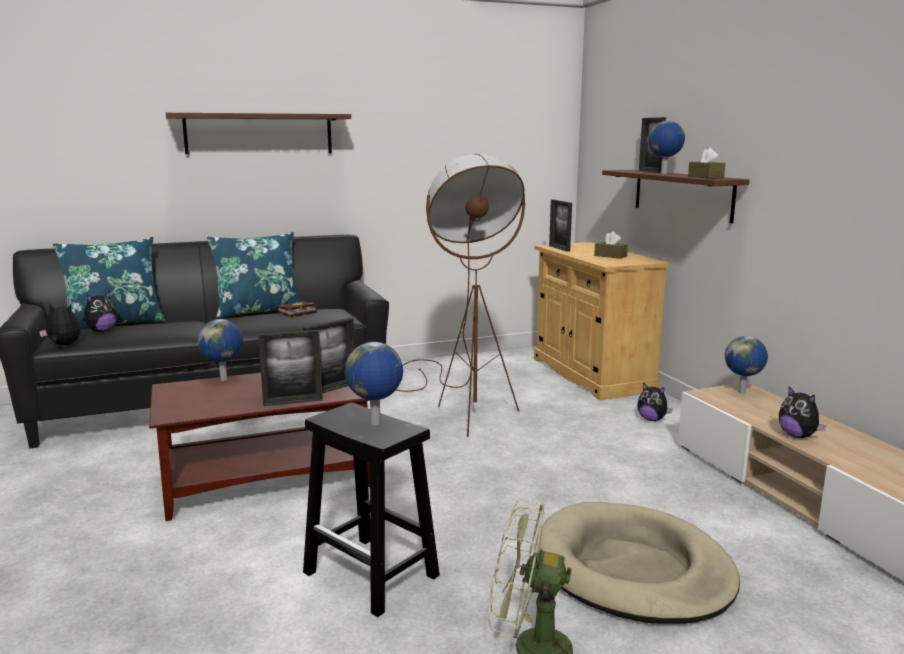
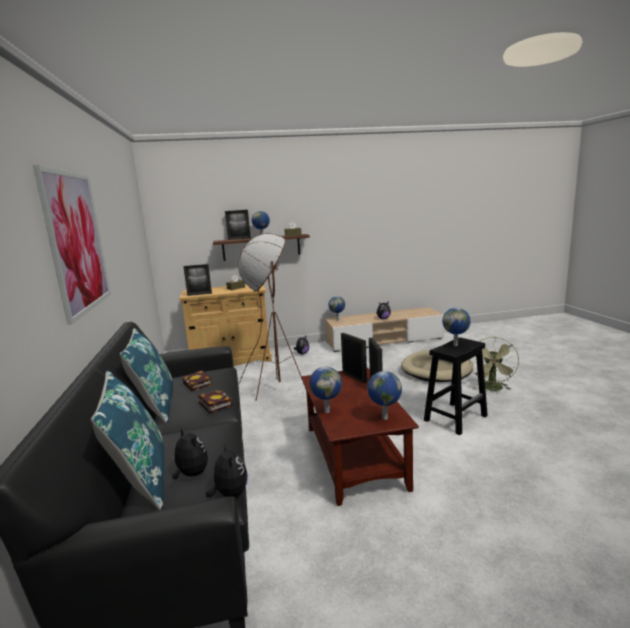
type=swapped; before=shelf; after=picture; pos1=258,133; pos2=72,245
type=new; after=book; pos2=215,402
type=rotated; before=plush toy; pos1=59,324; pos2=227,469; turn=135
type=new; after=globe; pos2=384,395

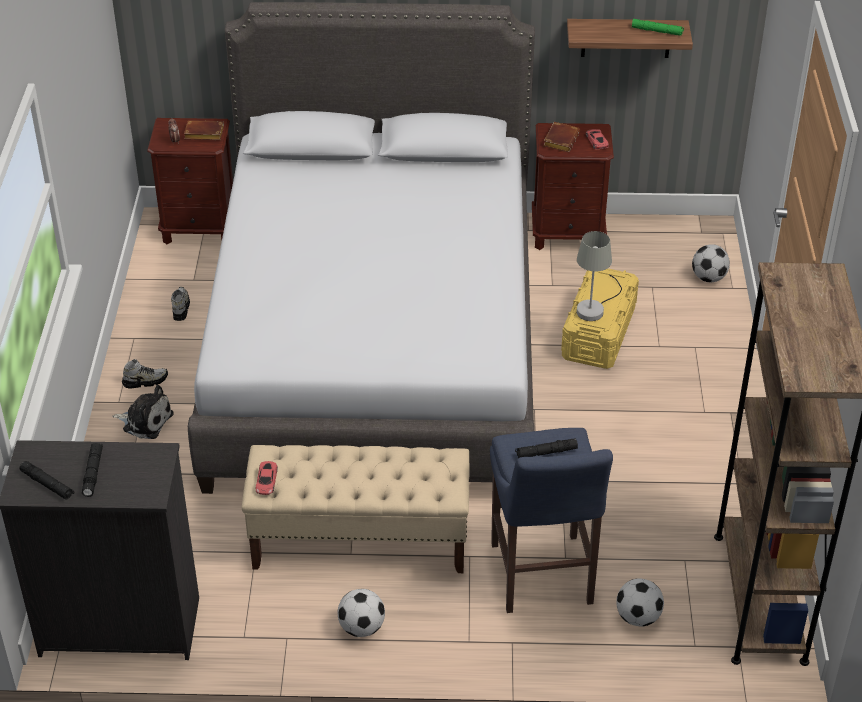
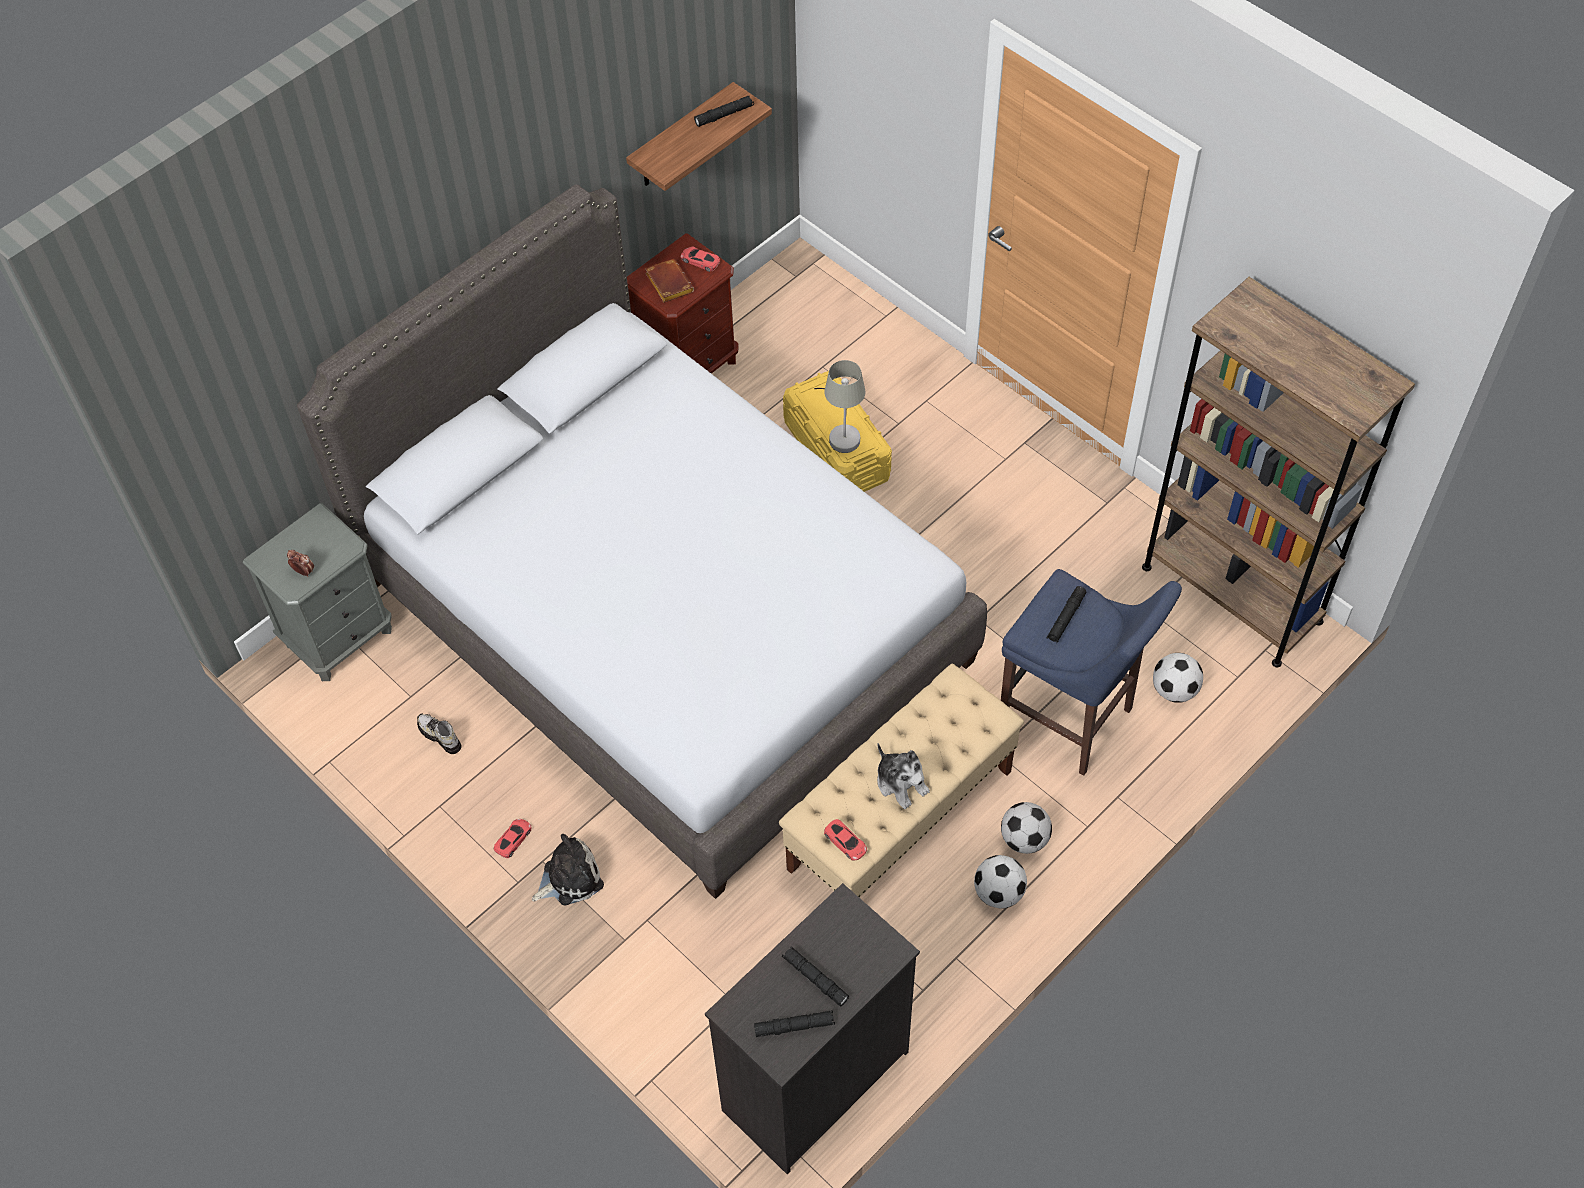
type=repainted; before=brown nightstand; after=grey nightstand; pos1=190,181; pos2=317,592
type=swapped; before=shoe; after=red toy car; pos1=145,373; pos2=513,838
type=repainted; before=green flashlight; after=black flashlight; pos1=658,27; pos2=724,111
type=new; after=plush toy; pos2=903,776
type=shifted; before=football; pos1=711,263; pos2=1026,828
type=gone; before=brown book; pos1=204,130

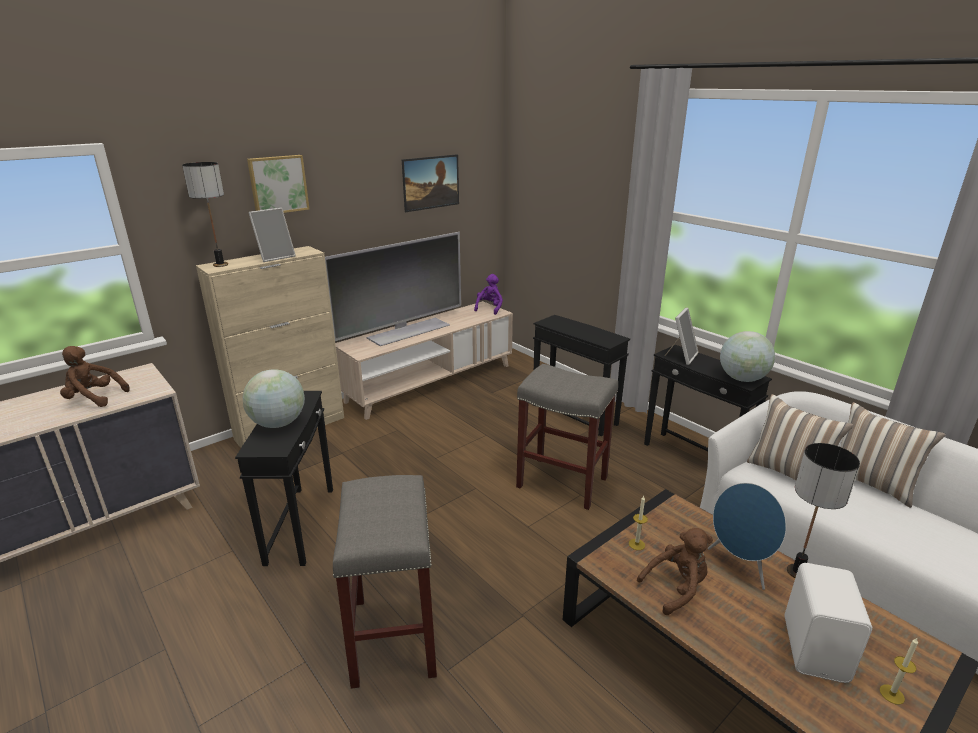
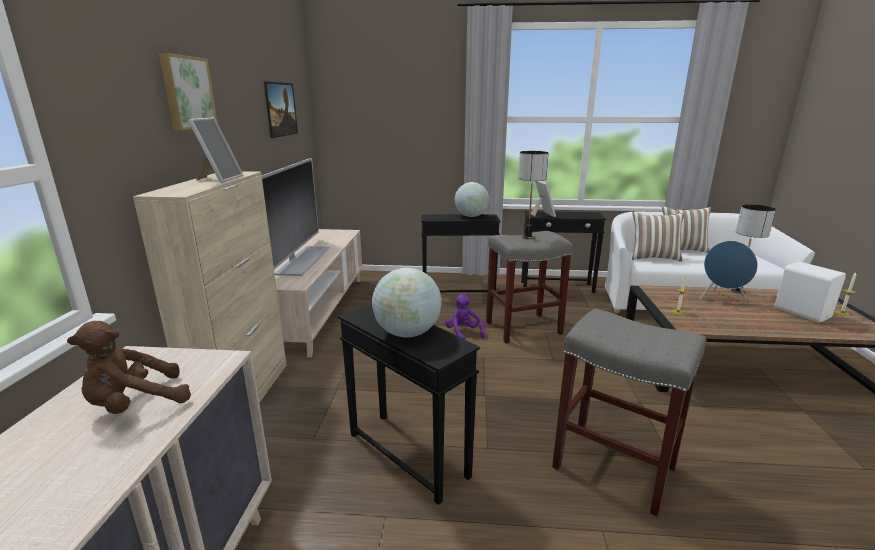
type=shifted; before=purple plush toy; pos1=488,294; pos2=465,316
type=shifted; before=globe; pos1=747,356; pos2=472,199
type=shifted; before=table lamp; pos1=205,214; pos2=533,195
type=gone; before=brown plush toy; pos1=675,571

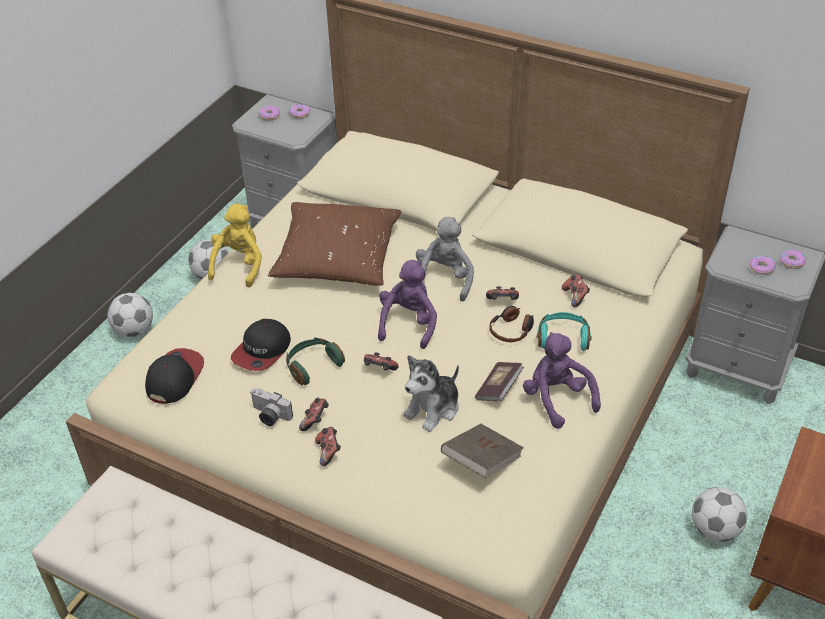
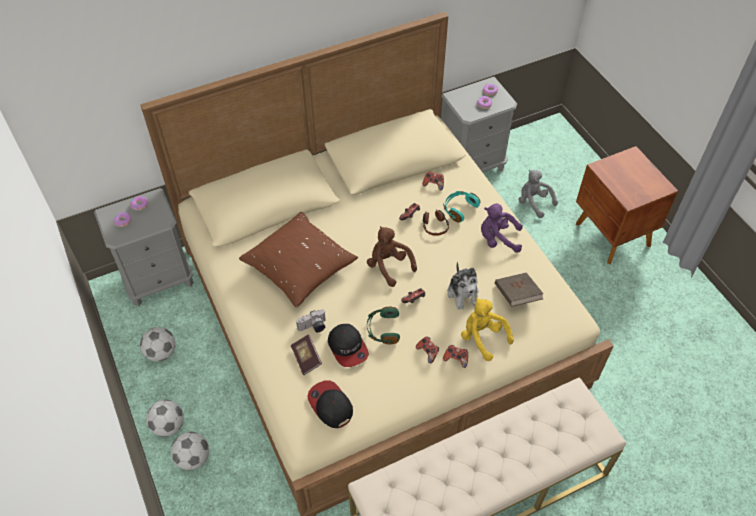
type=shifted; before=football; pos1=719,514; pos2=190,451
type=shifted; before=book; pos1=499,381; pos2=306,355
type=shifted; before=photo camera; pos1=272,407; pos2=311,320
type=repainted; before=purple plush toy; after=brown plush toy; pos1=407,304; pos2=392,256
type=shifted; before=yellow plush toy; pos1=235,245; pos2=487,329
type=shifted; before=grey plush toy; pos1=445,259; pos2=538,194

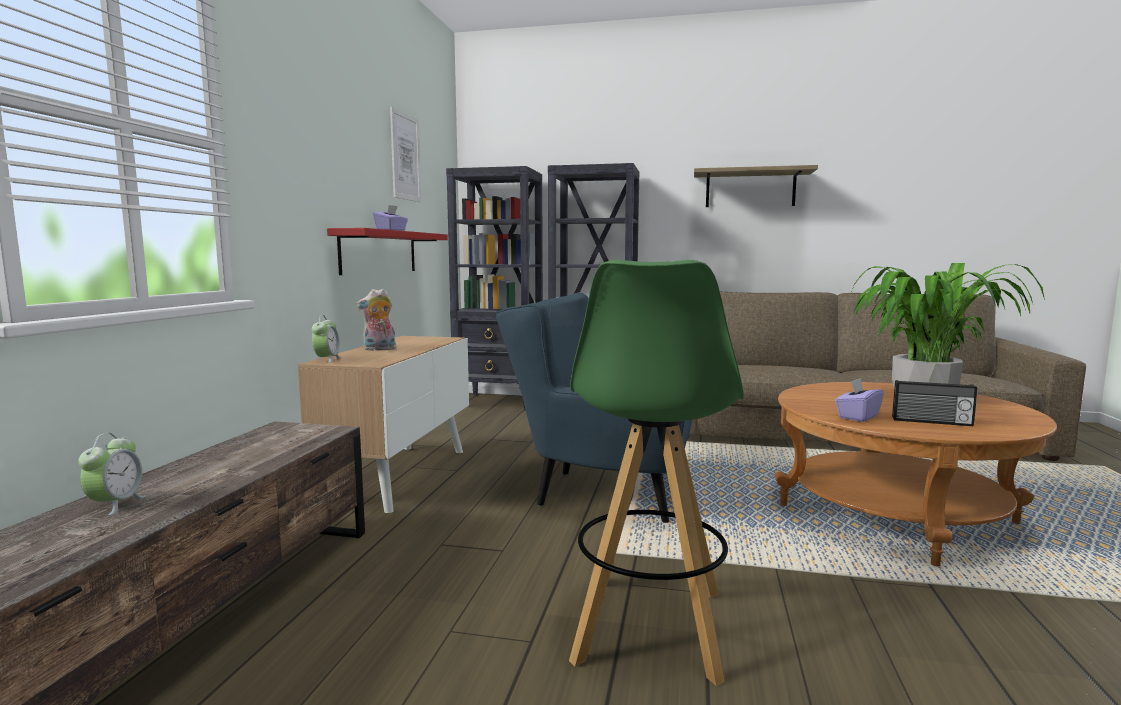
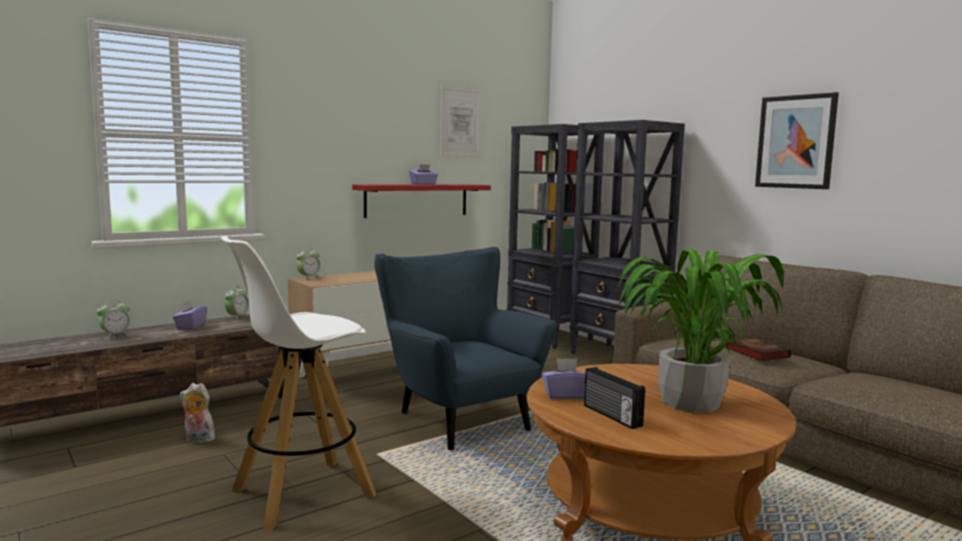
type=new; after=purple tissue box; pos2=190,314
type=shifted; before=plush toy; pos1=376,320; pos2=197,413
type=repainted; before=green stool; after=white stool; pos1=656,473; pos2=298,383
type=new; after=alarm clock; pos2=237,304
type=new; after=book; pos2=757,349
type=swapped; before=shelf; after=picture; pos1=756,186; pos2=797,140

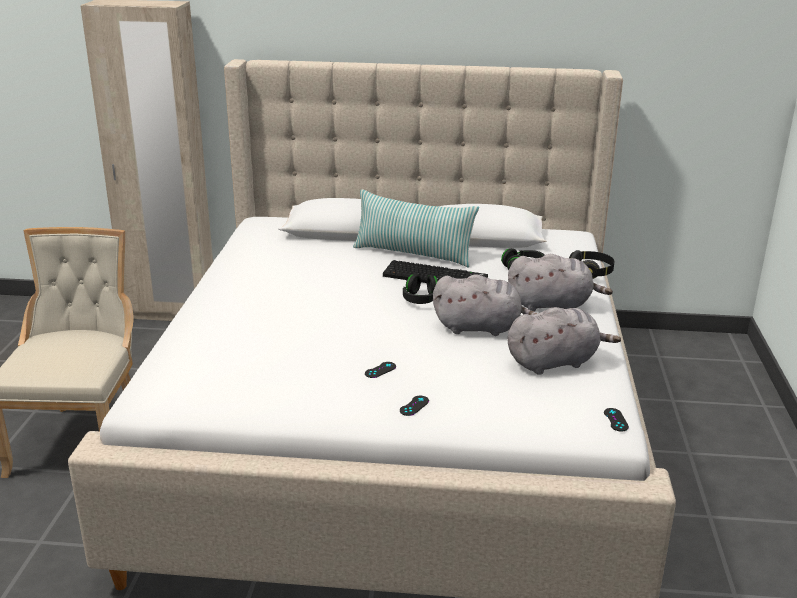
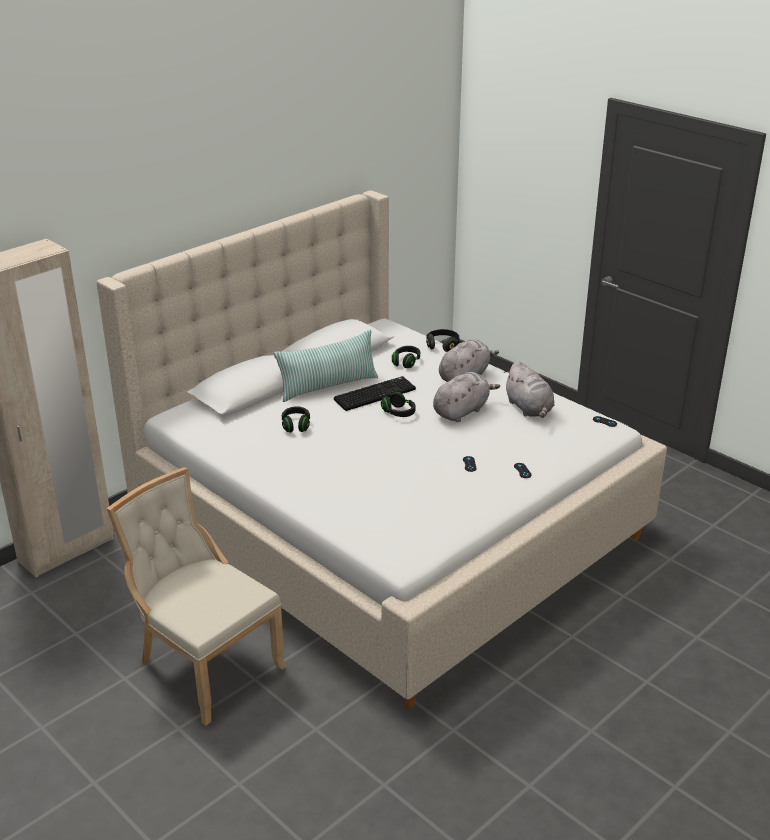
type=new; after=black headphones; pos2=296,419
type=rotated; before=grey plush toy; pos1=564,341; pos2=529,389; turn=135

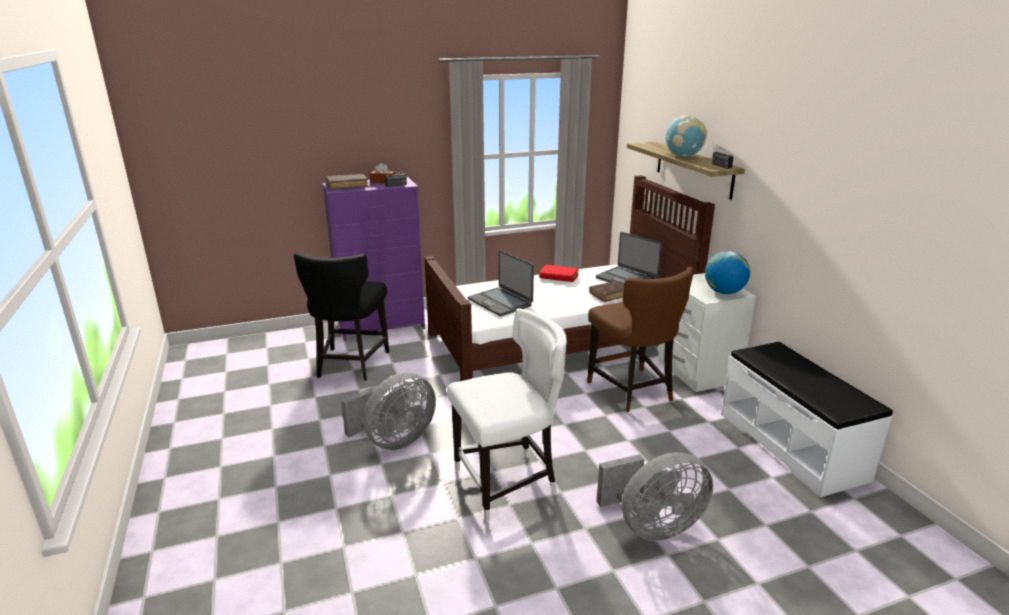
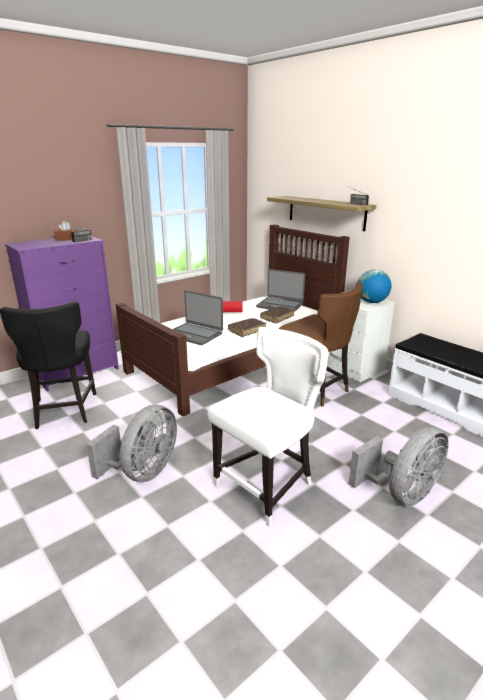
type=shifted; before=brown book; pos1=347,182; pos2=247,327
type=gone; before=globe; pos1=686,136

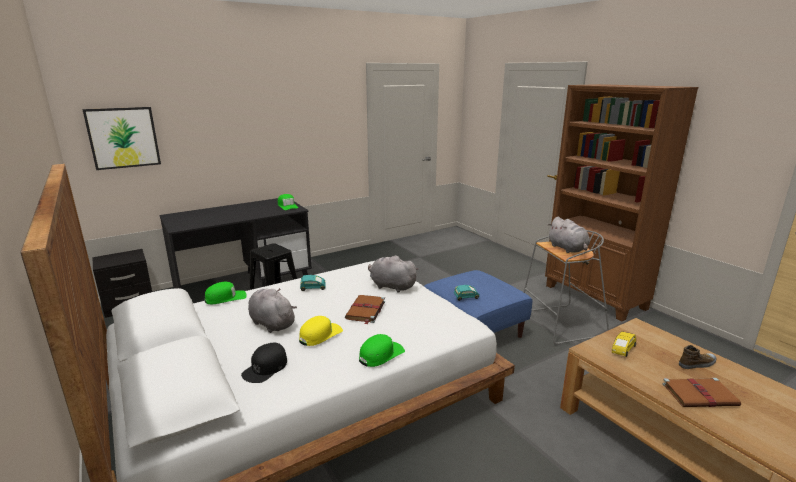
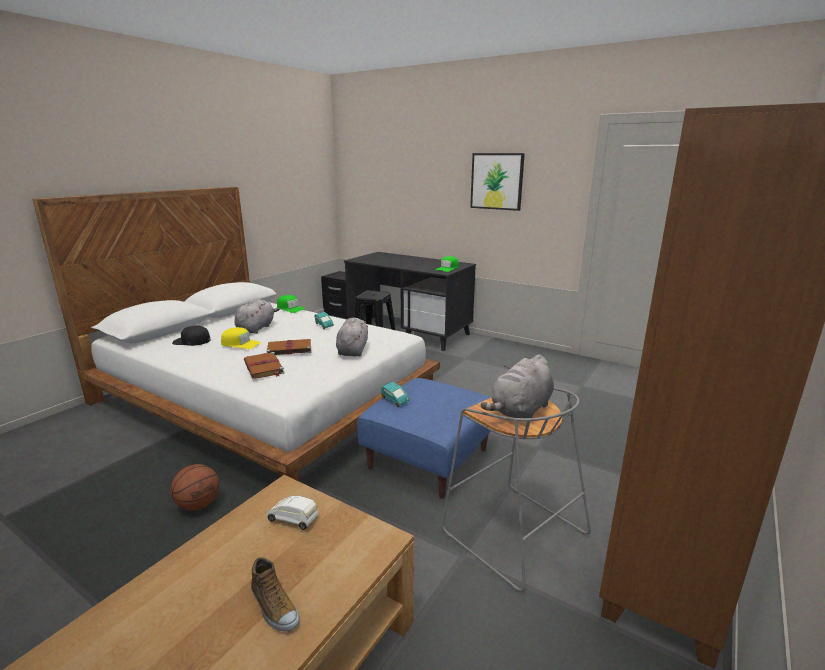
type=new; after=basketball; pos2=195,487
type=shifted; before=brown book; pos1=701,392; pos2=264,365
type=repainted; before=yellow toy car; after=white toy car; pos1=624,344; pos2=292,513
type=shifted; before=picture; pos1=121,138; pos2=497,182
type=gone; before=green cap; pos1=382,350

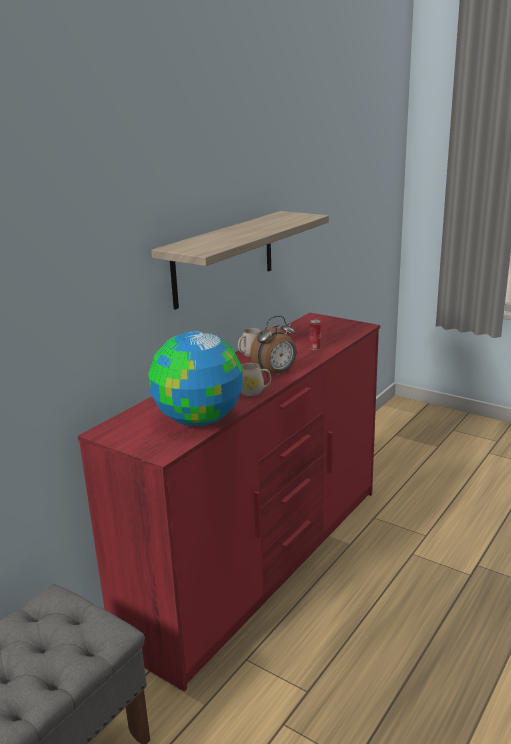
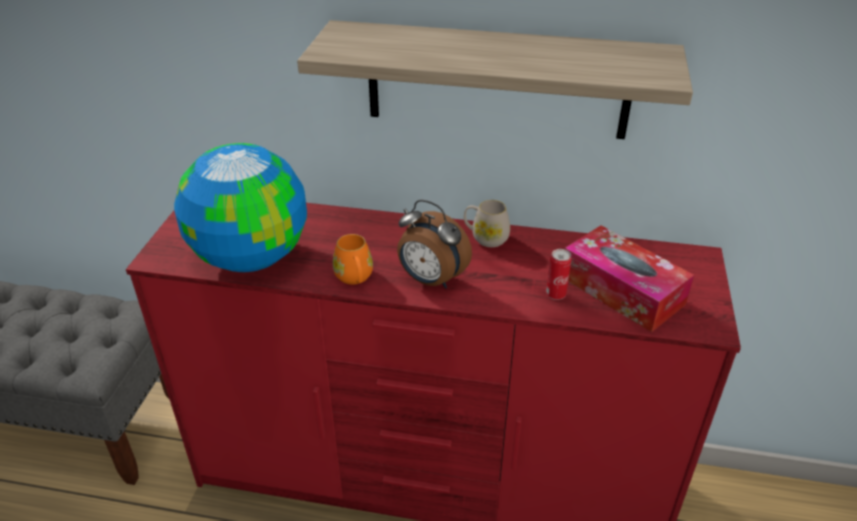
type=repainted; before=white mug; after=orange mug; pos1=256,379; pos2=353,259
type=new; after=tissue box; pos2=629,278

